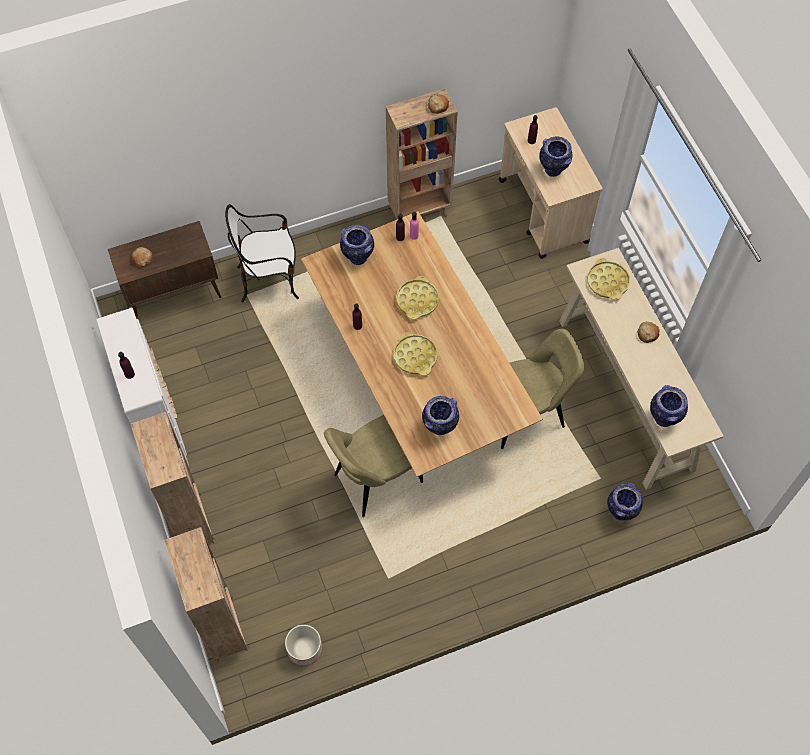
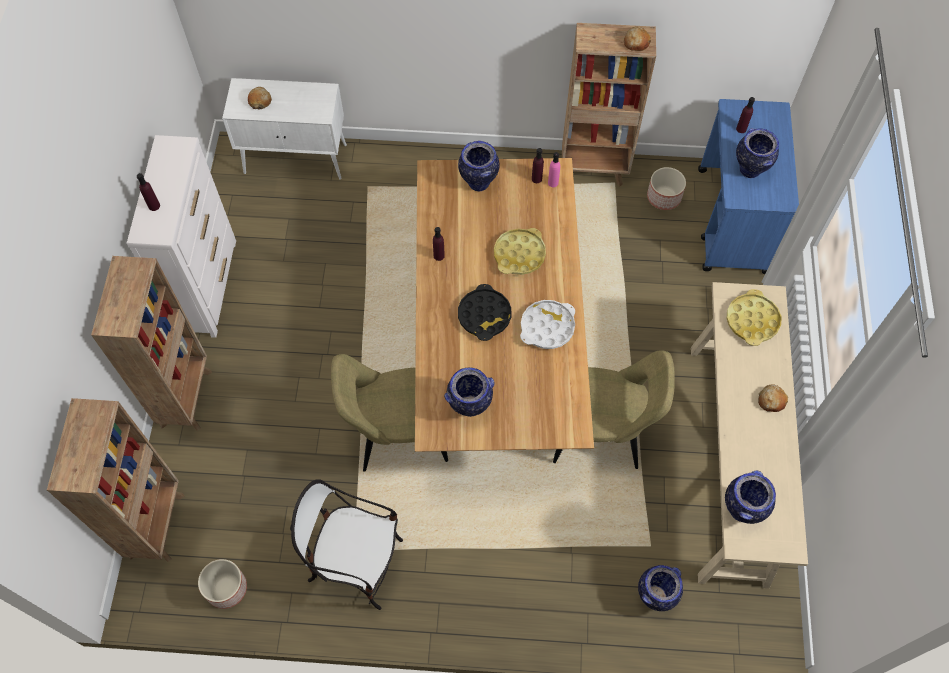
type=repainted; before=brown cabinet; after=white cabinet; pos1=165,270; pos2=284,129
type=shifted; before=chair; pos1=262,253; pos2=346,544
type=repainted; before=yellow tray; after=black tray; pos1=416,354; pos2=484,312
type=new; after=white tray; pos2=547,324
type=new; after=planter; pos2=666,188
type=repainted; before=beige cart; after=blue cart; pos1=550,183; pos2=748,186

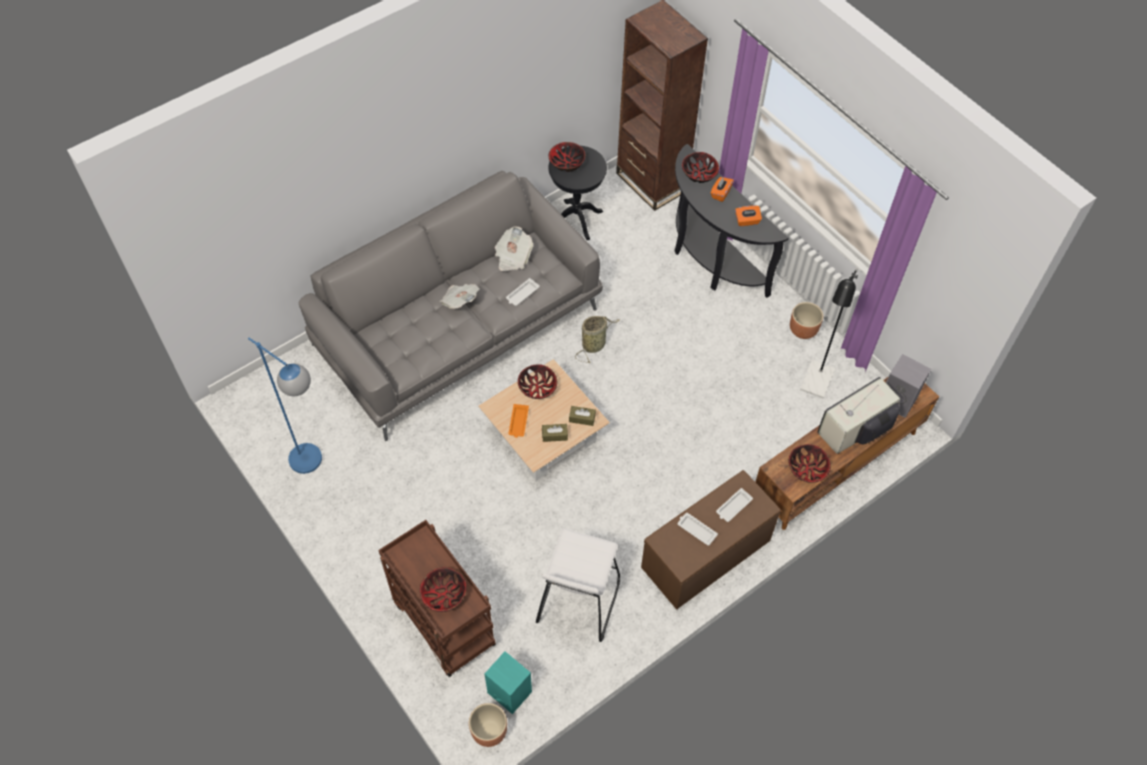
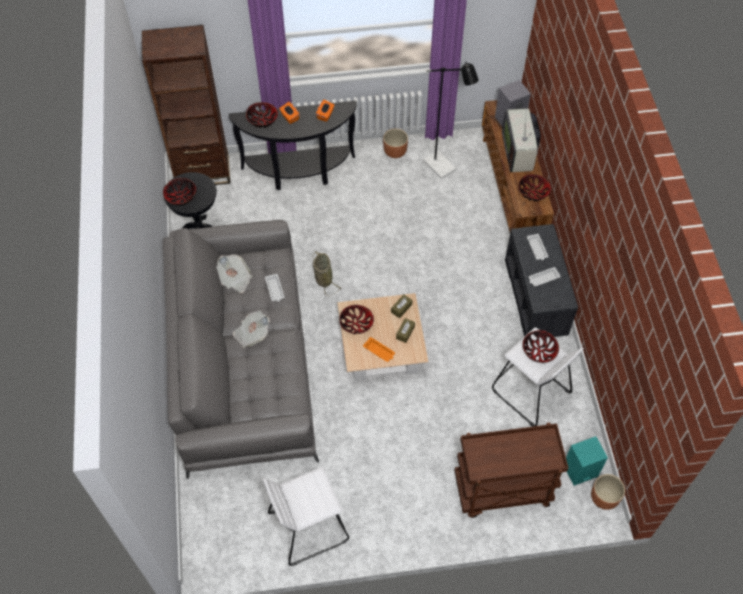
type=swapped; before=blue floor lamp; after=white stool; pos1=285,406; pos2=306,516
type=repainted; before=brown bench; after=grey bench; pos1=711,540; pos2=541,281
type=shifted; before=bowl; pos1=443,589; pos2=541,346

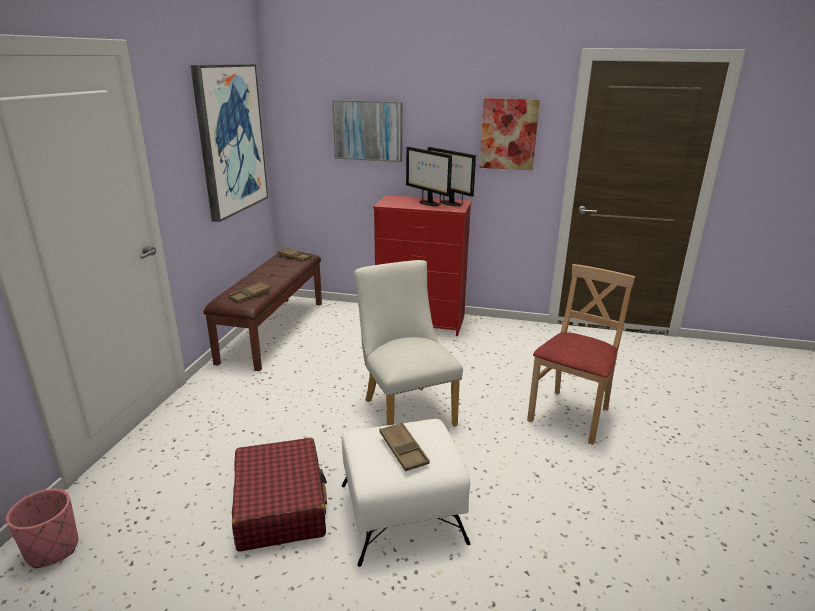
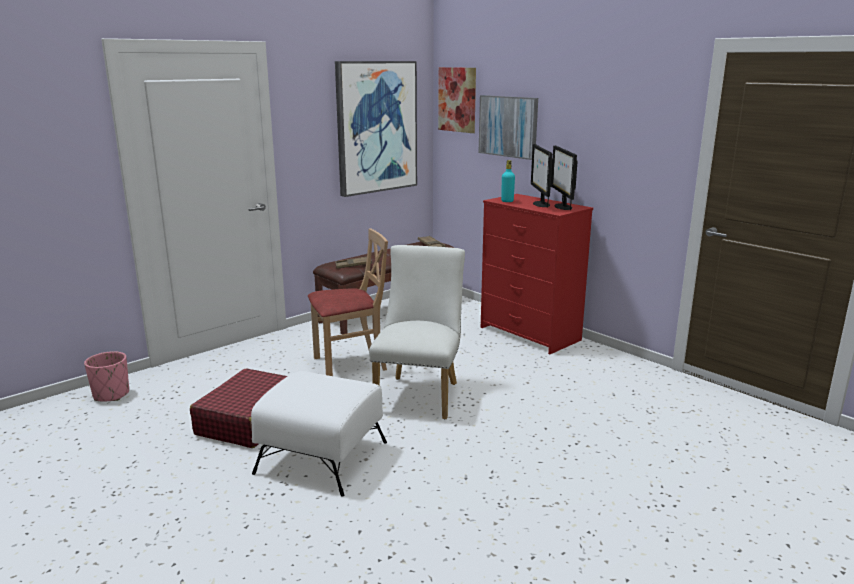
type=shifted; before=beige chair; pos1=581,354; pos2=348,302
type=shifted; before=picture; pos1=509,134; pos2=457,100
type=new; after=turquoise bottle; pos2=508,181
type=gone; before=brown tray; pos1=404,446

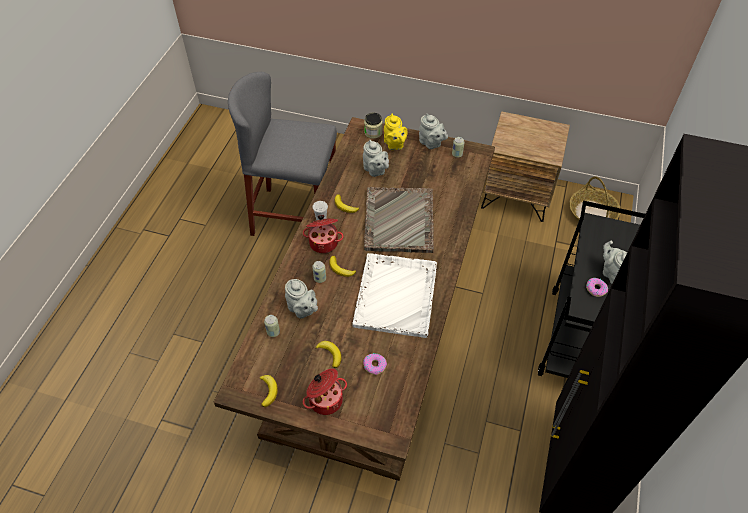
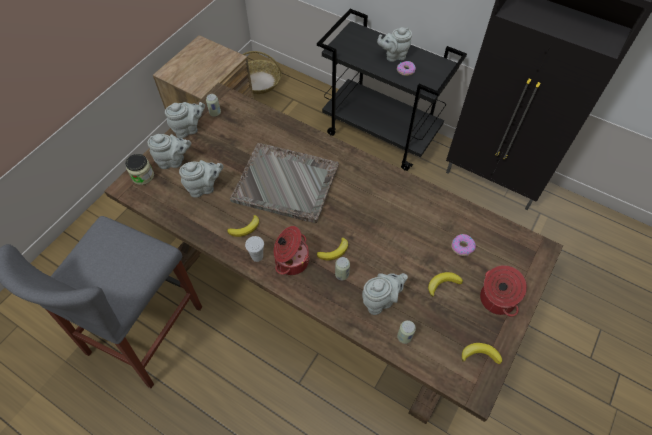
type=repainted; before=yellow teapot; after=grey teapot; pos1=396,132; pos2=169,151
type=gone; before=white tray; pos1=394,295

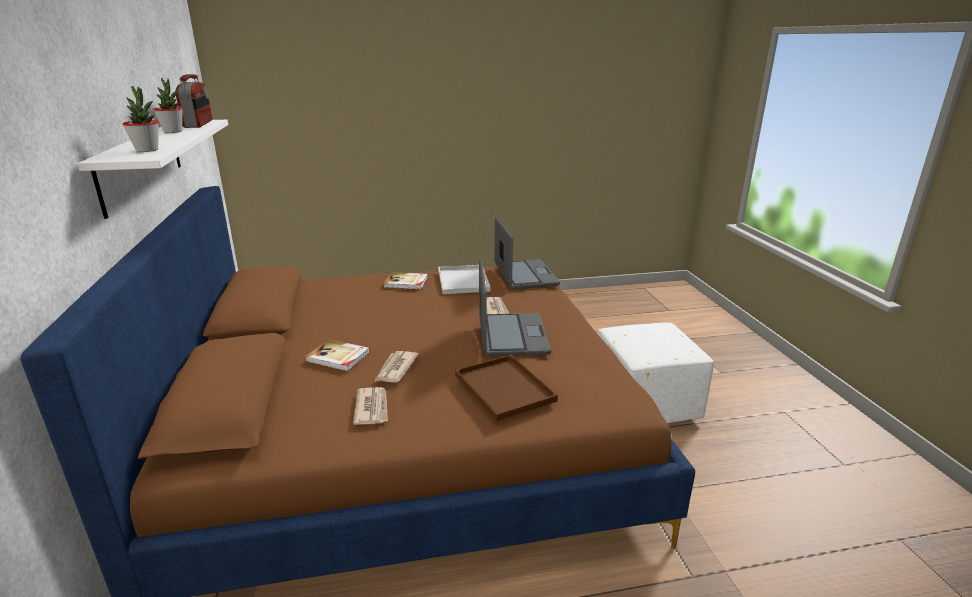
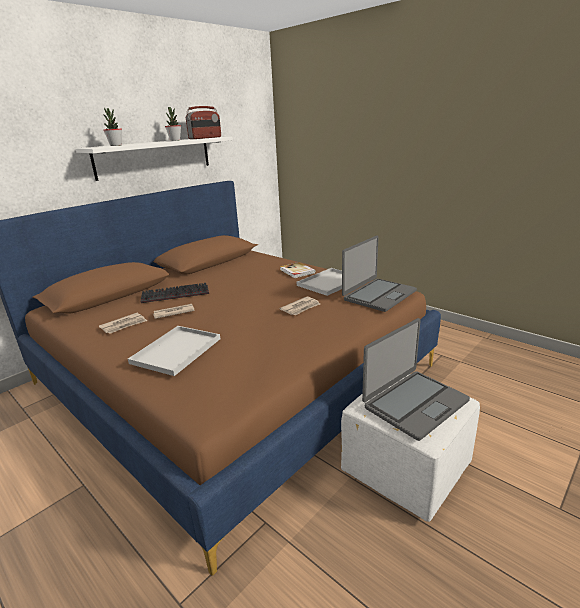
type=repainted; before=brown tray; after=white tray; pos1=506,388; pos2=174,351
type=swapped; before=book; after=keyboard; pos1=337,355; pos2=174,293
type=shifted; before=laptop; pos1=515,308; pos2=416,379

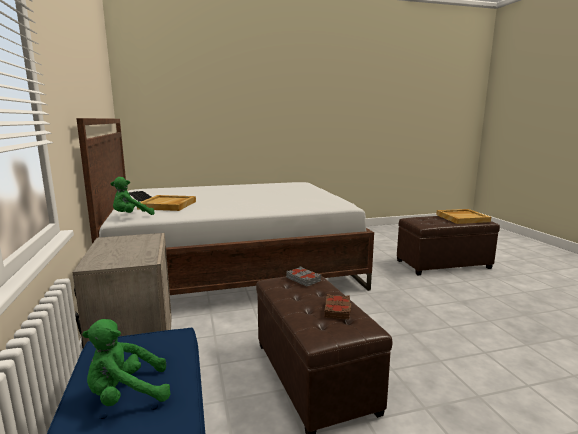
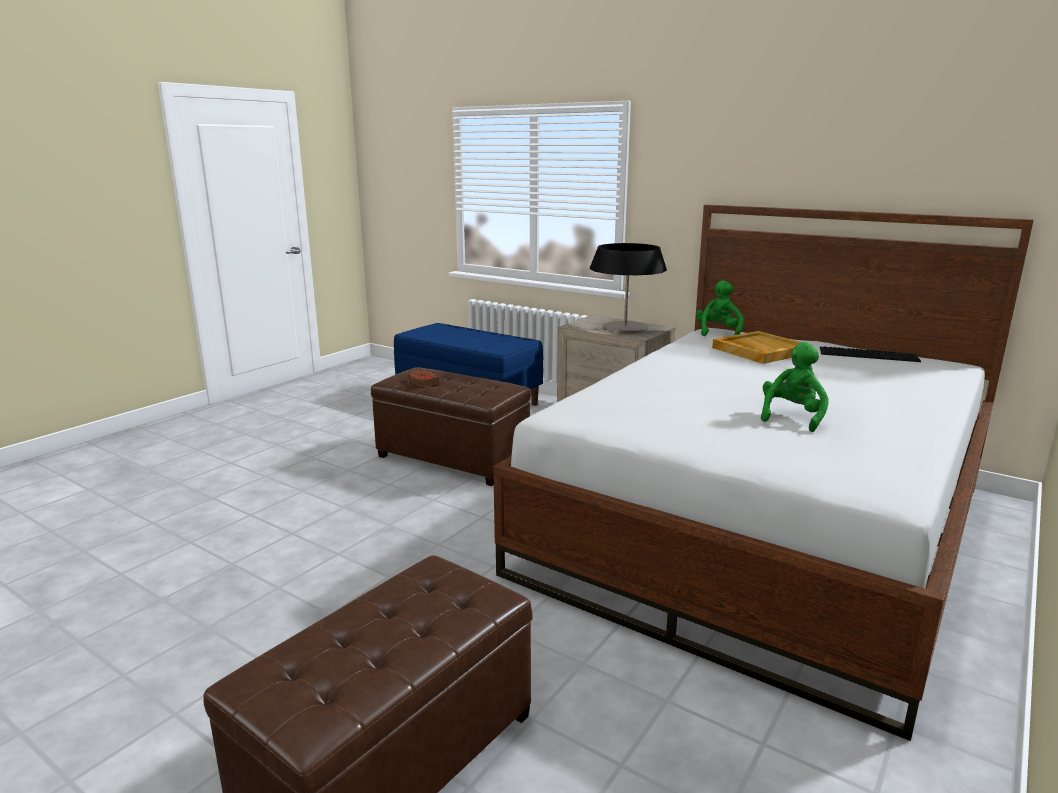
type=new; after=table lamp; pos2=628,288
type=shifted; before=green plush toy; pos1=126,362; pos2=795,387
type=gone; before=grey book; pos1=303,276
type=gone; before=beige tray; pos1=463,216

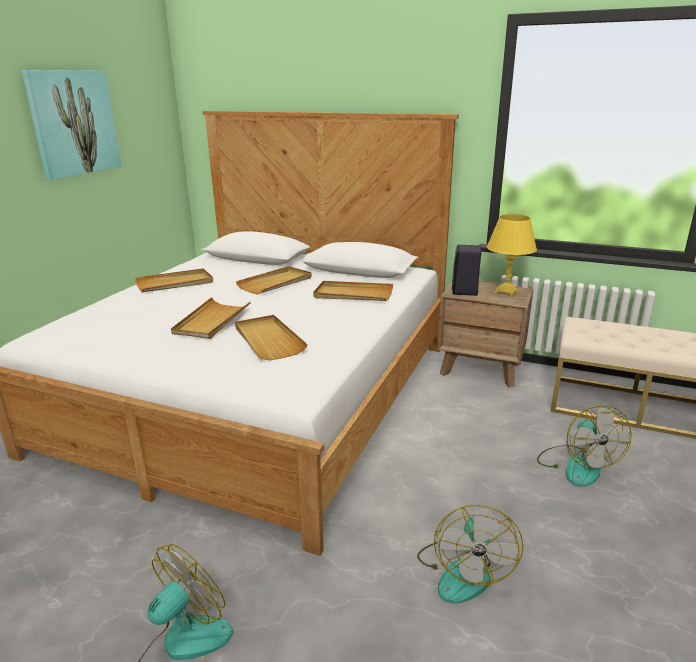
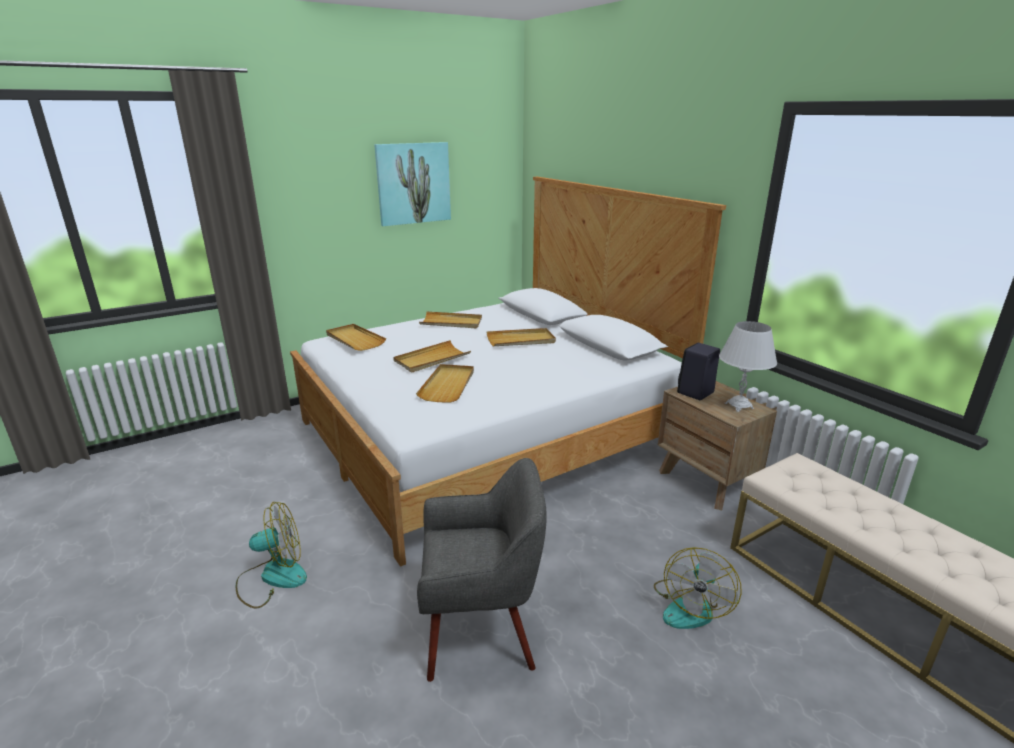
type=shifted; before=beige tray; pos1=353,291; pos2=356,337
type=swapped; before=fan; after=grey armchair; pos1=470,554; pos2=482,570
type=repainted; before=yellow table lamp; after=white table lamp; pos1=512,255; pos2=748,366

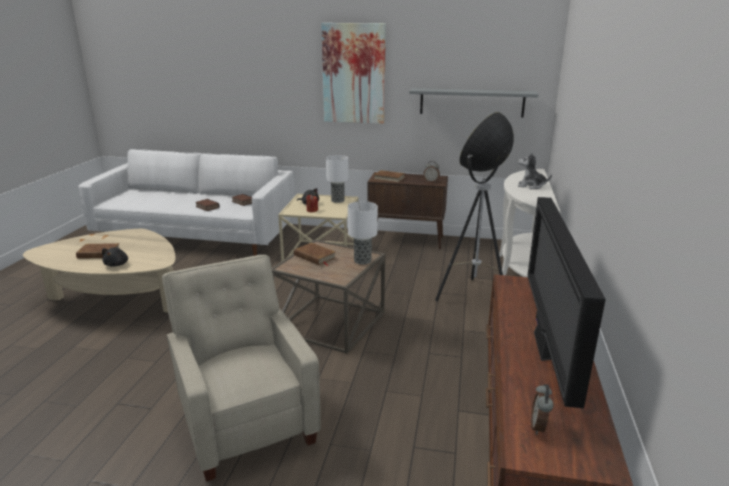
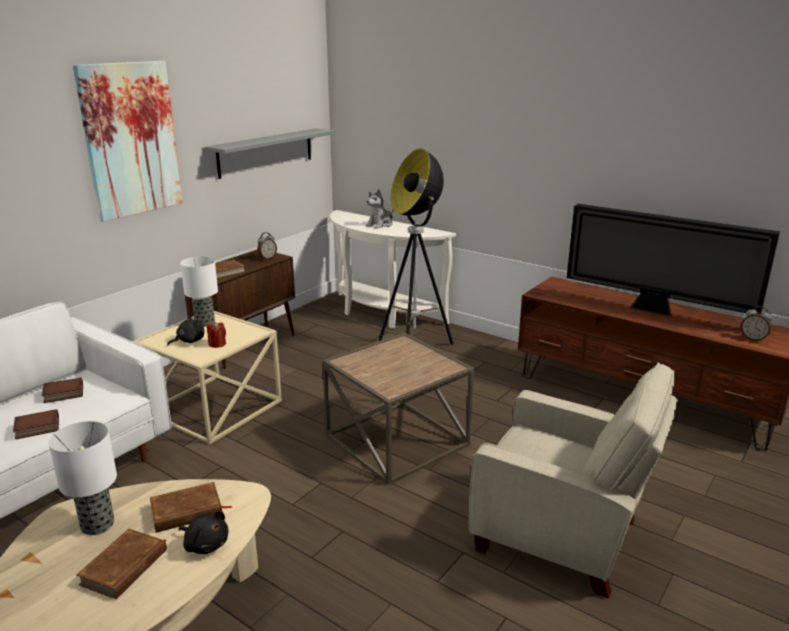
type=shifted; before=table lamp; pos1=363,233; pos2=82,478
type=shifted; before=brown book; pos1=315,254; pos2=191,507
type=rotated; before=beige armchair; pos1=241,368; pos2=573,480; turn=-150

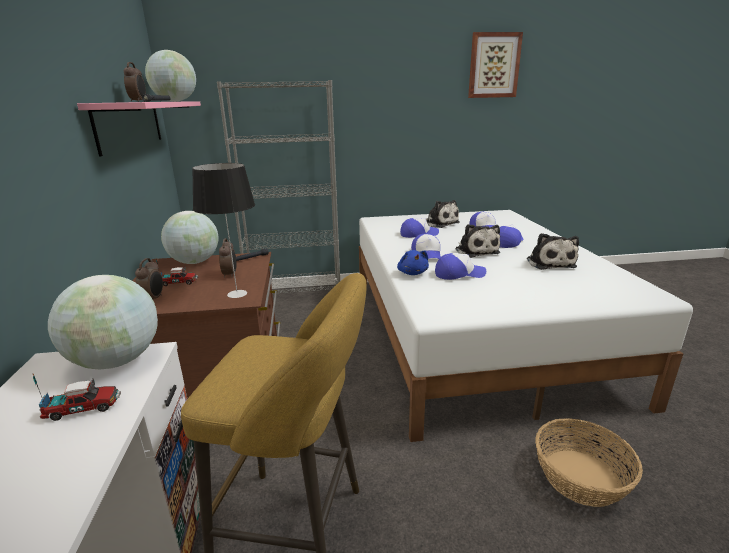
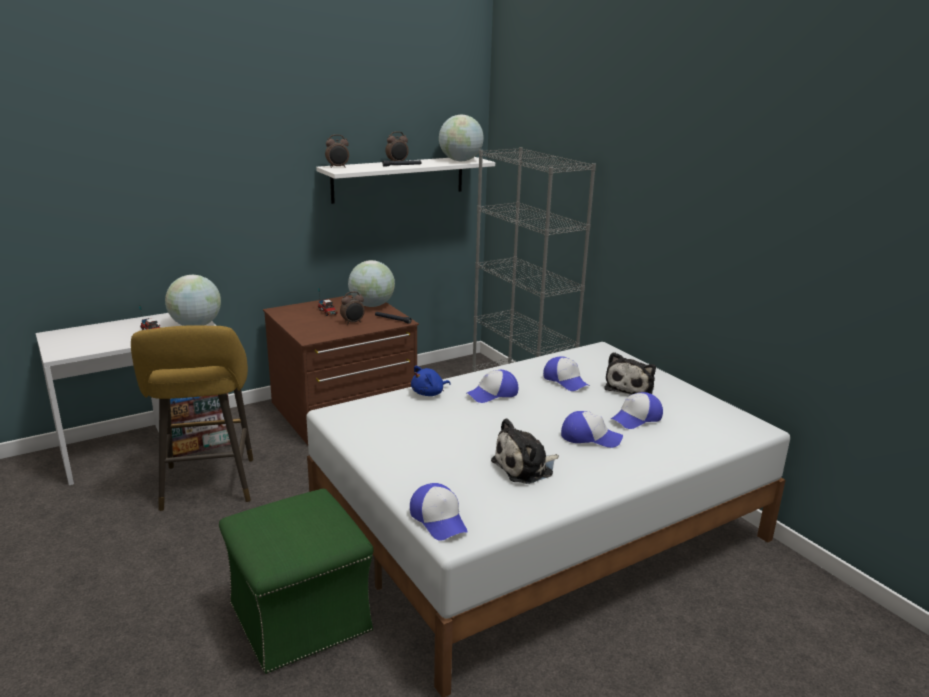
type=swapped; before=basket; after=green ottoman; pos1=589,462; pos2=296,581
type=repainted; before=pink shelf; after=white shelf; pos1=139,128; pos2=405,180
type=shifted; before=alarm clock; pos1=149,279; pos2=337,151
type=shifted; before=cap; pos1=460,266; pos2=439,512
type=gone; before=table lamp; pos1=223,230
type=gone; before=plush toy; pos1=477,241
type=gone; before=picture; pos1=495,65

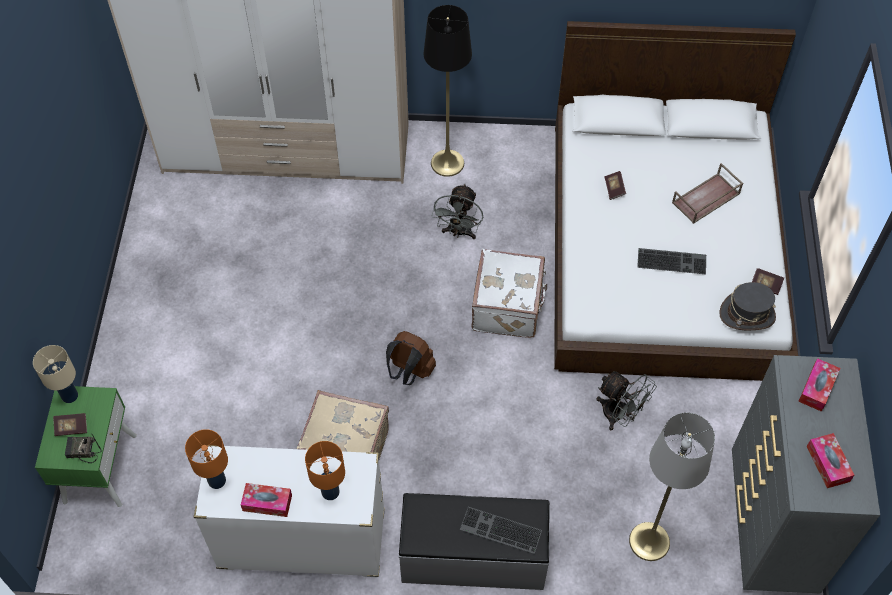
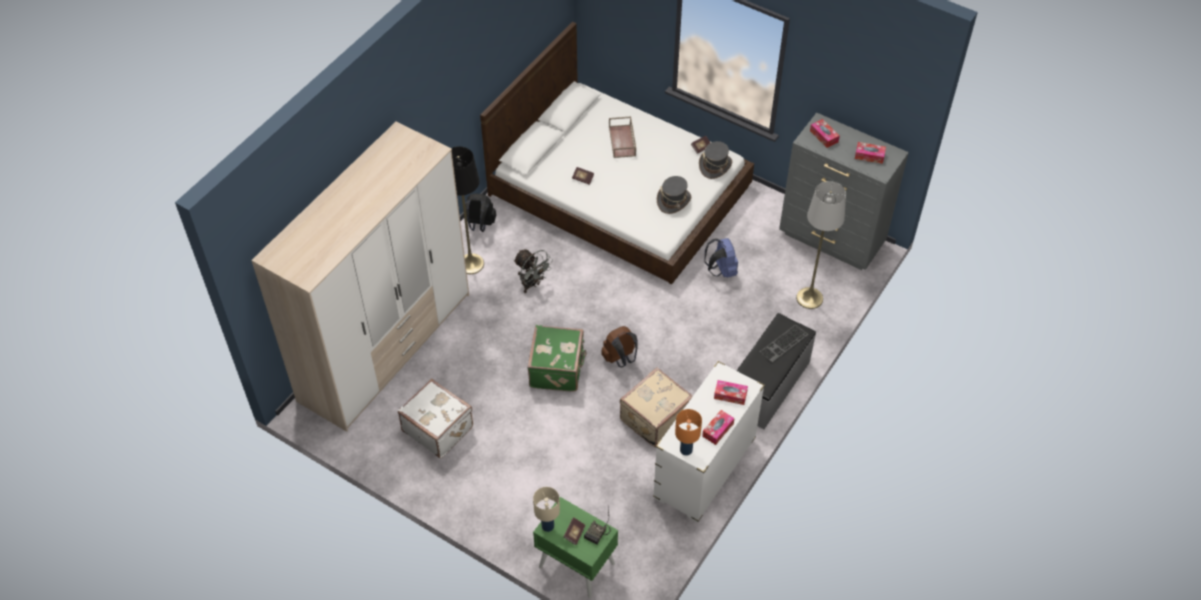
type=shifted; before=white suitcase; pos1=509,293; pos2=435,418
type=new; after=black backpack; pos2=480,212
type=new; after=green suitcase; pos2=557,358
type=new; after=grey hat; pos2=674,195
type=swapped; before=grey fan; after=blue backpack; pos1=626,400; pos2=721,258
type=swapped; before=orange table lamp; after=tissue box; pos1=325,470; pos2=731,392
type=gone; before=keyboard; pos1=671,261

